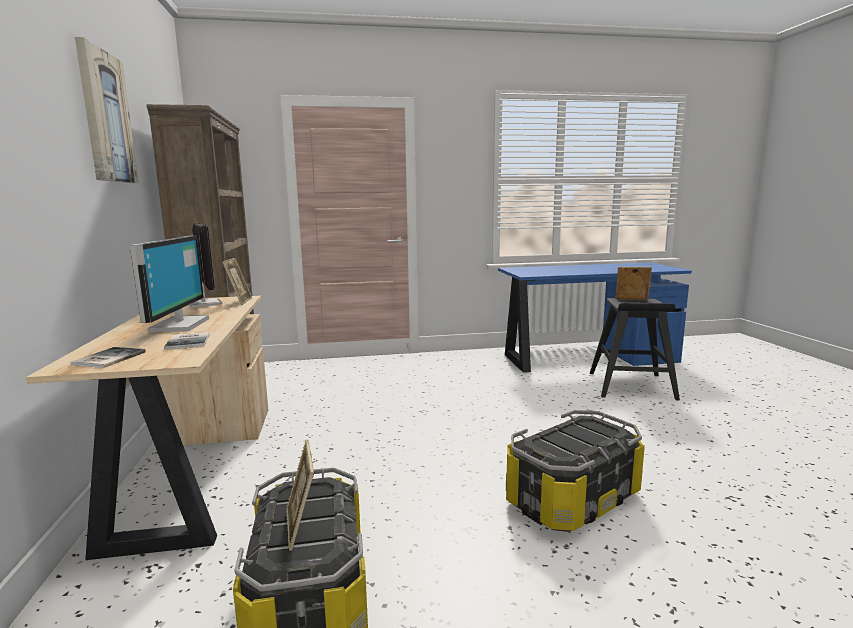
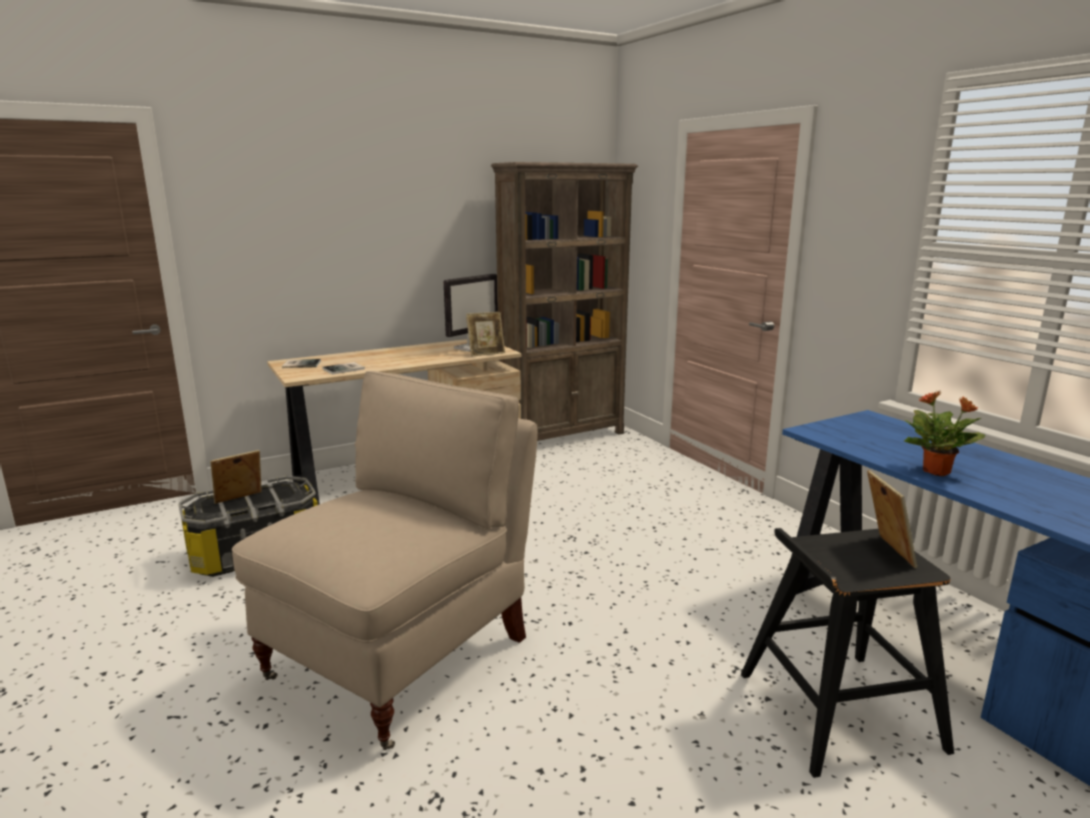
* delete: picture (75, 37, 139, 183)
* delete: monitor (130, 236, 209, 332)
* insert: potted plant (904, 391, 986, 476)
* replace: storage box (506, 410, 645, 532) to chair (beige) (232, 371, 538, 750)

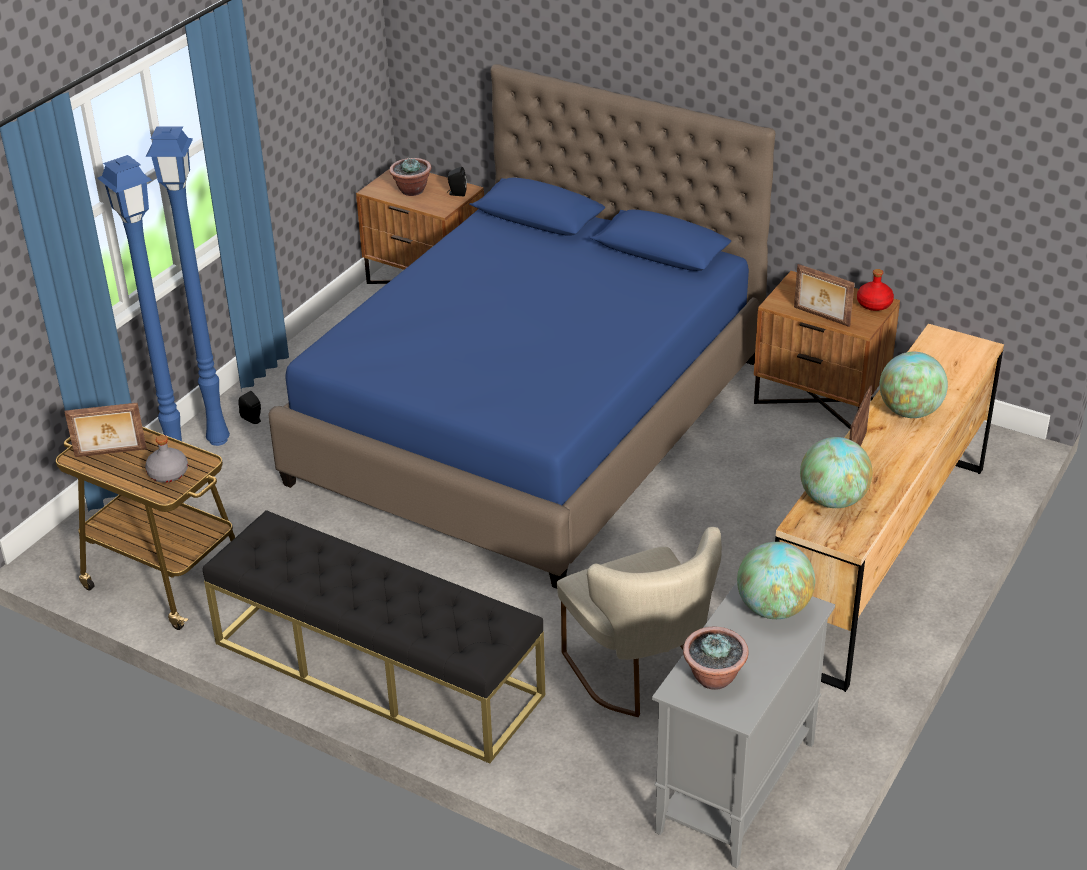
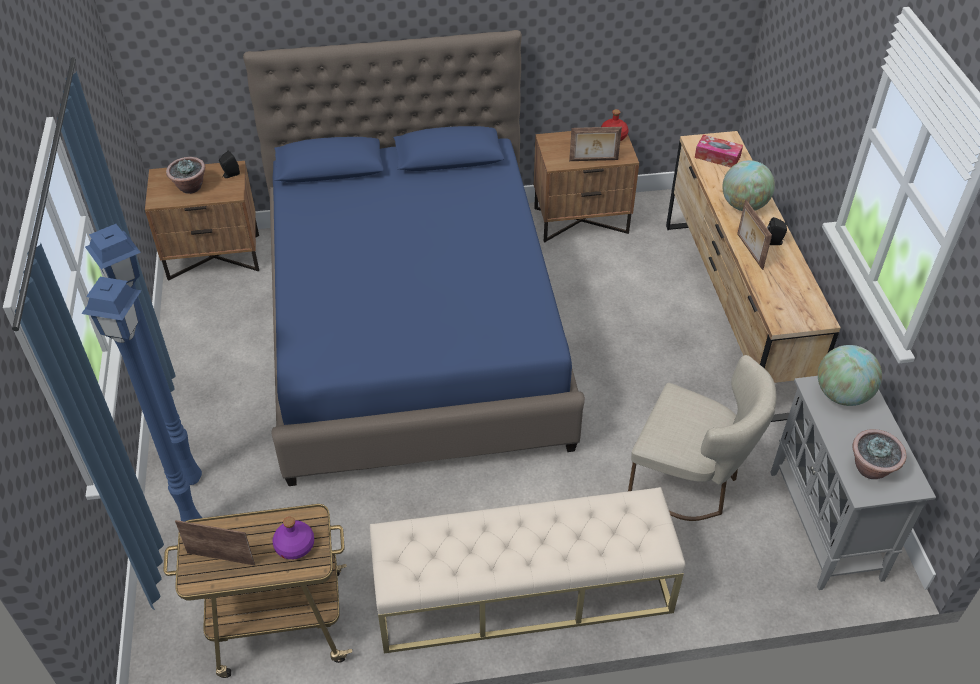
* delete: globe (800, 437, 872, 508)
* insert: tissue box (695, 134, 743, 168)
* move: speaker (black) (238, 391, 261, 424) to (767, 217, 787, 245)
* recolor: bottle (grey) (145, 435, 188, 483) to bottle (purple) (273, 517, 314, 559)
* recolor: bench (black) (203, 510, 545, 764) to bench (beige) (370, 487, 685, 654)
* rotate: picture frame (64, 403, 147, 457) = (175, 520, 255, 566) 120 degrees counterclockwise

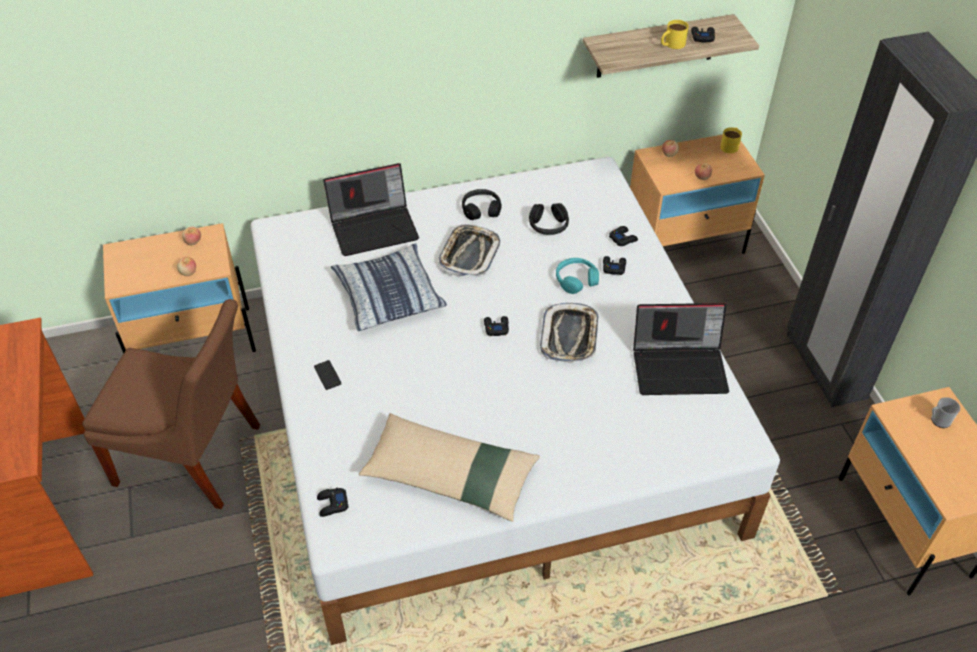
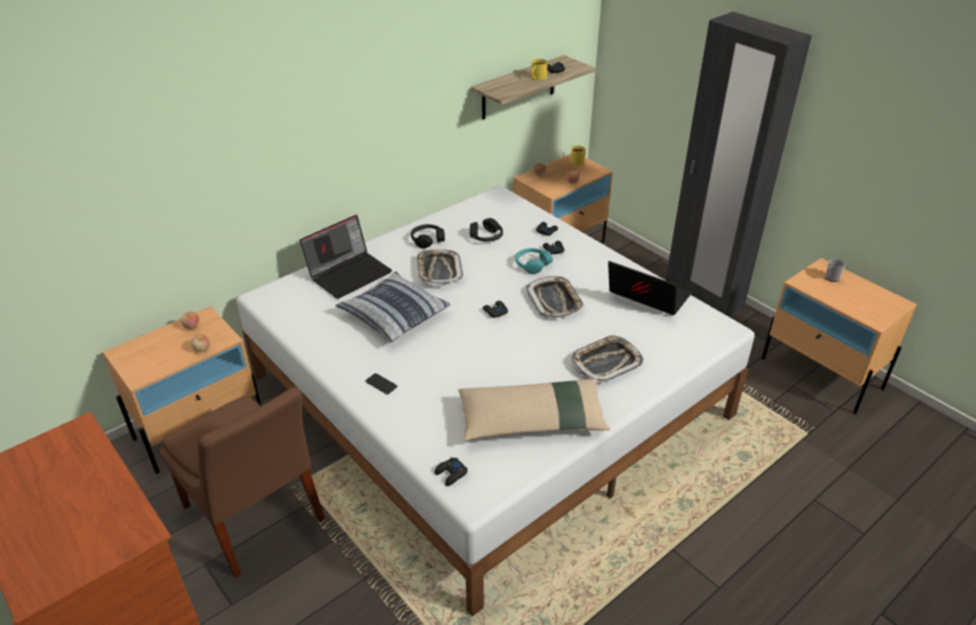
* insert: tray (571, 334, 644, 383)
* rotate: chair (brown) (82, 299, 260, 509) = (160, 387, 325, 578) 60 degrees clockwise
* rotate: laptop (633, 303, 729, 395) = (608, 261, 692, 315) 120 degrees counterclockwise

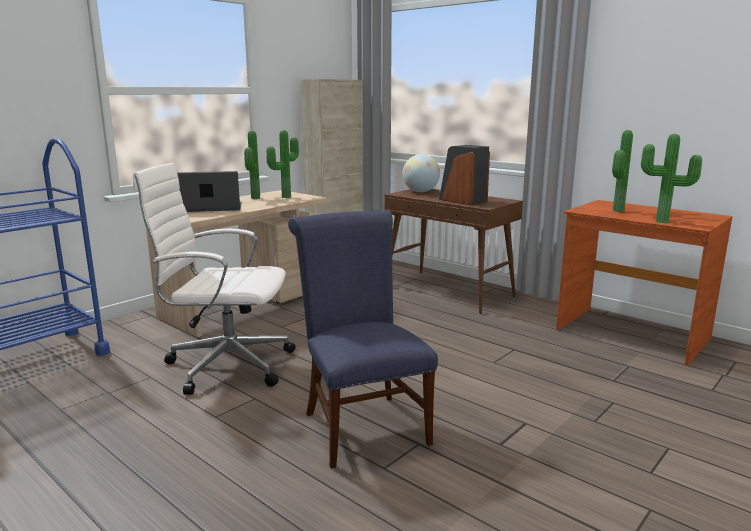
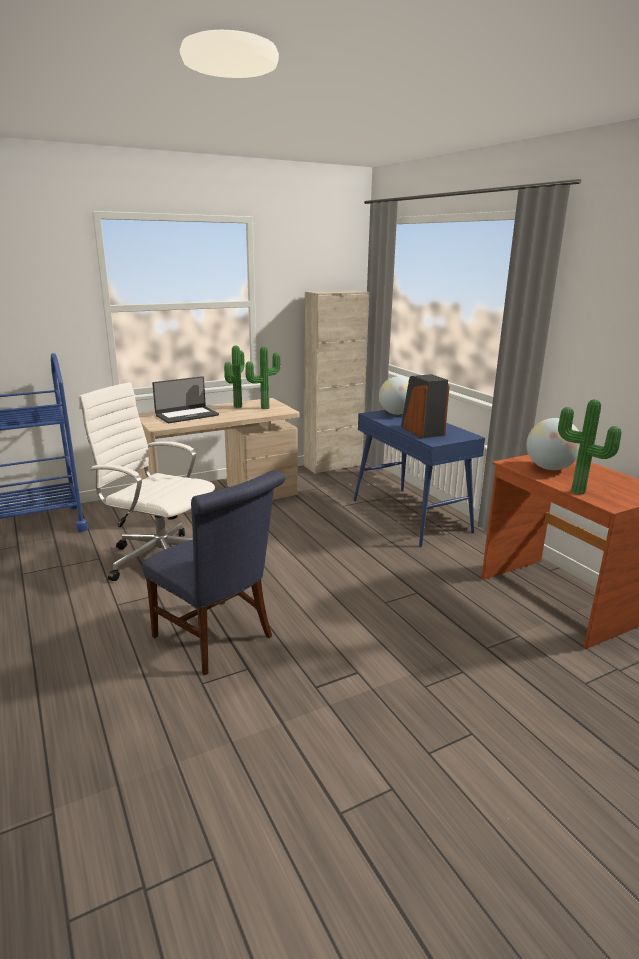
* replace: potted plant (612, 130, 633, 212) to globe (527, 418, 580, 470)
* recolor: console table (brown) (385, 189, 523, 314) to console table (blue) (354, 410, 485, 547)
* rotate: laptop (177, 171, 241, 212) = (152, 376, 219, 423) 135 degrees clockwise
* rotate: chair (blue) (288, 210, 438, 469) = (142, 470, 285, 675) 135 degrees clockwise

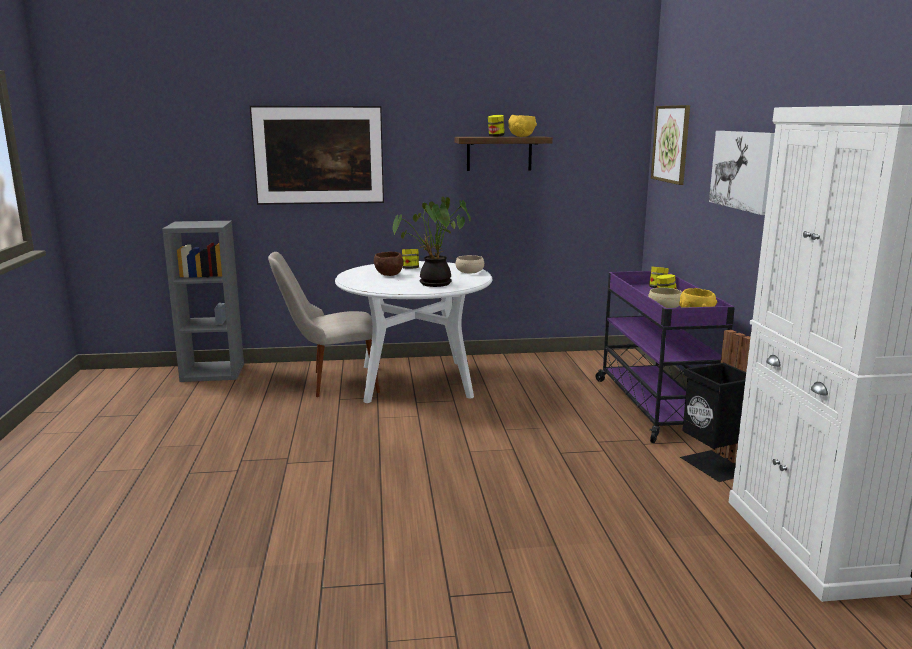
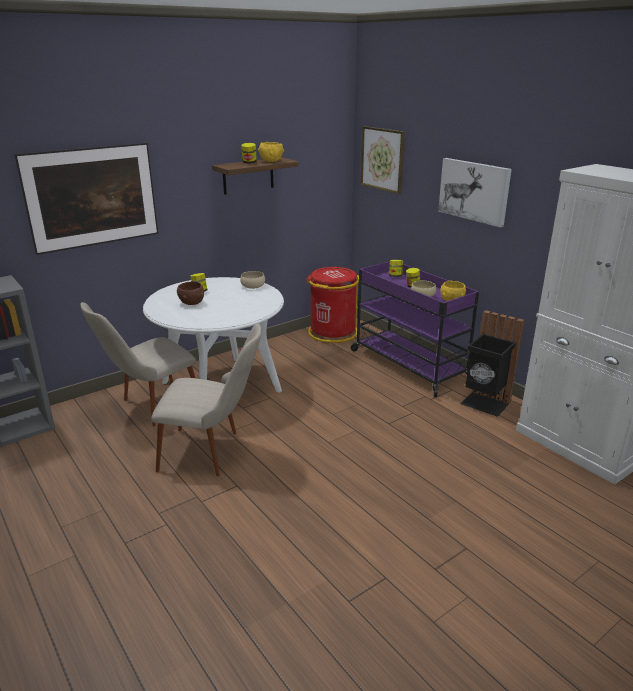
* delete: potted plant (393, 197, 471, 287)
* insert: chair (beige) (151, 324, 261, 476)
* insert: trash can (red) (306, 267, 359, 343)

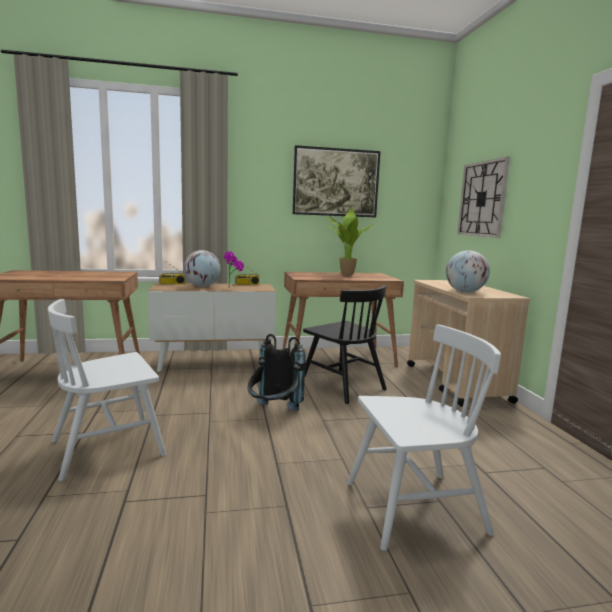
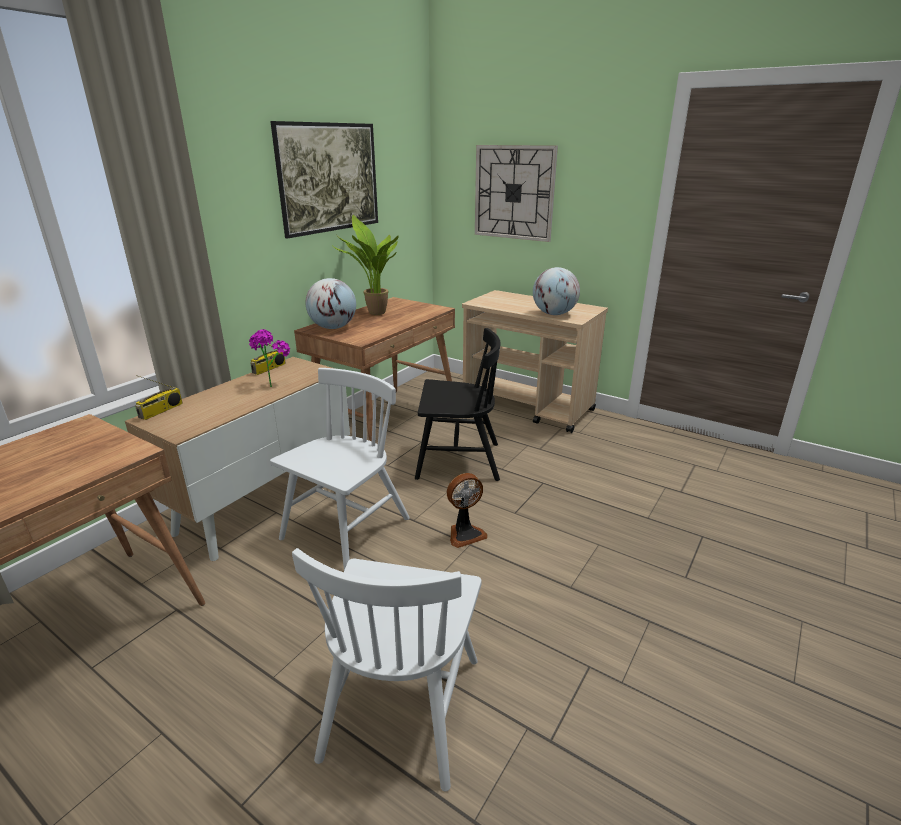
* move: globe (184, 250, 221, 287) to (306, 278, 356, 329)
* move: chair (white) (347, 324, 501, 551) to (270, 368, 410, 570)
* replace: backpack (black) (248, 334, 306, 411) to fan (447, 473, 488, 548)

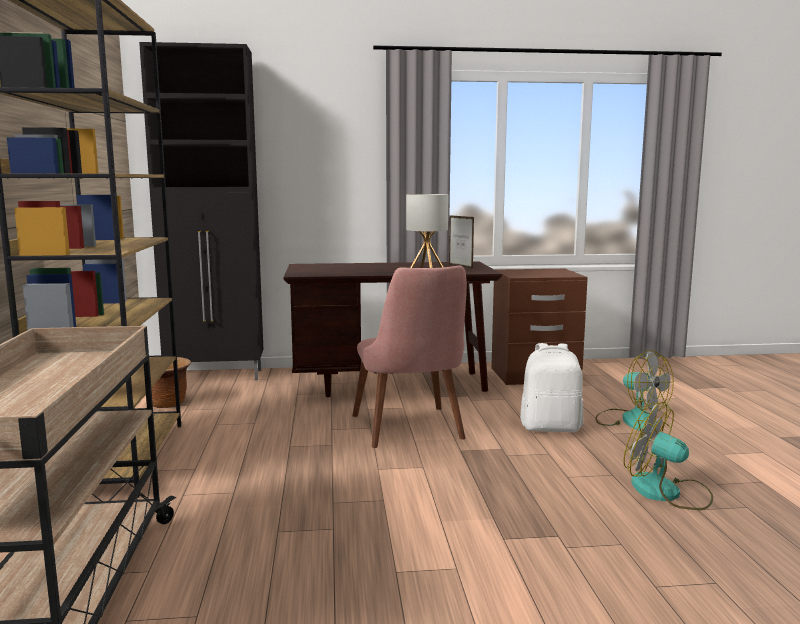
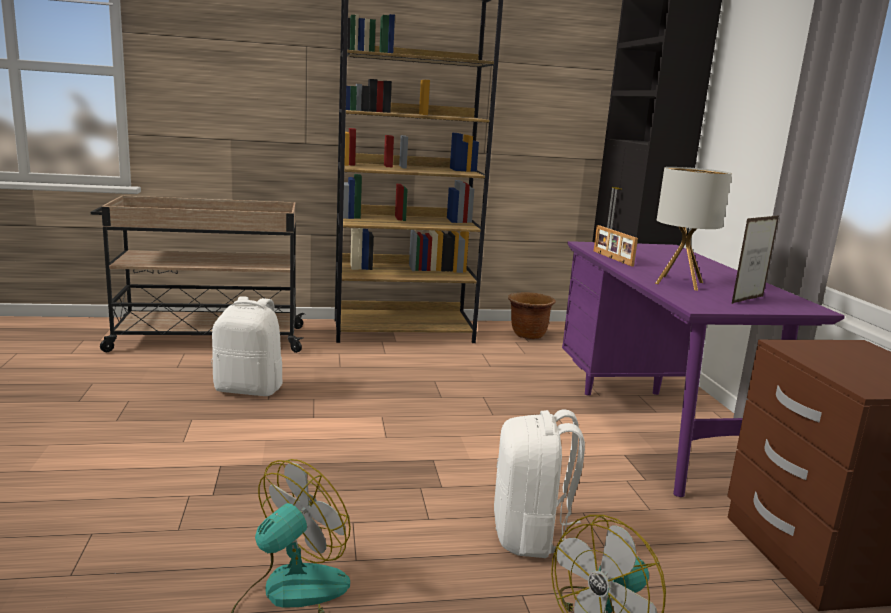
* delete: chair (pink) (352, 265, 467, 448)
* insert: backpack (white) (212, 296, 283, 396)
* insert: picture frame (594, 225, 638, 267)
* recolor: desk (brown) (283, 262, 502, 397) to desk (purple) (562, 241, 845, 497)

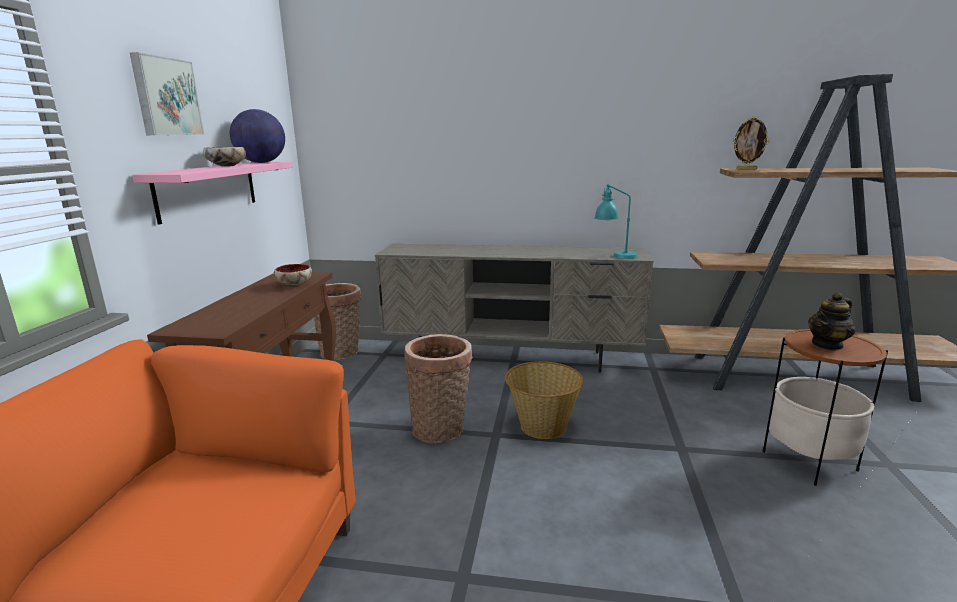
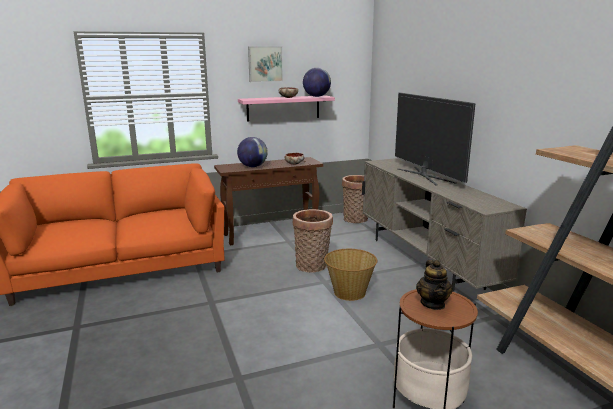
* delete: table lamp (turquoise) (594, 184, 638, 259)
* delete: picture frame (732, 116, 770, 170)
* insert: globe (237, 137, 268, 167)
* insert: television (395, 92, 476, 186)
* rotate: teapot (808, 292, 855, 351) = (416, 260, 453, 310) 120 degrees counterclockwise

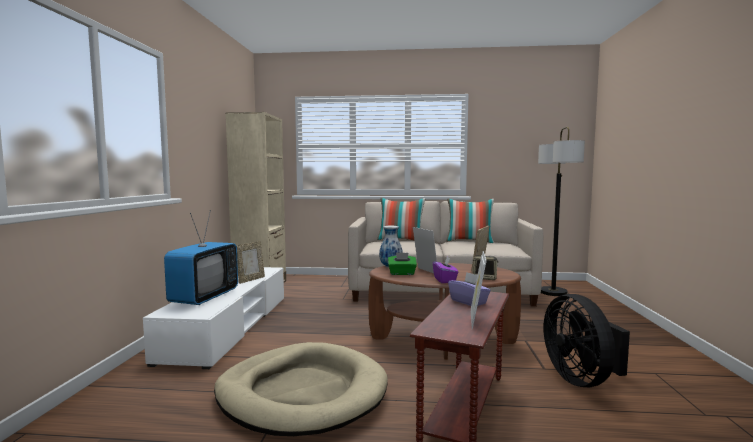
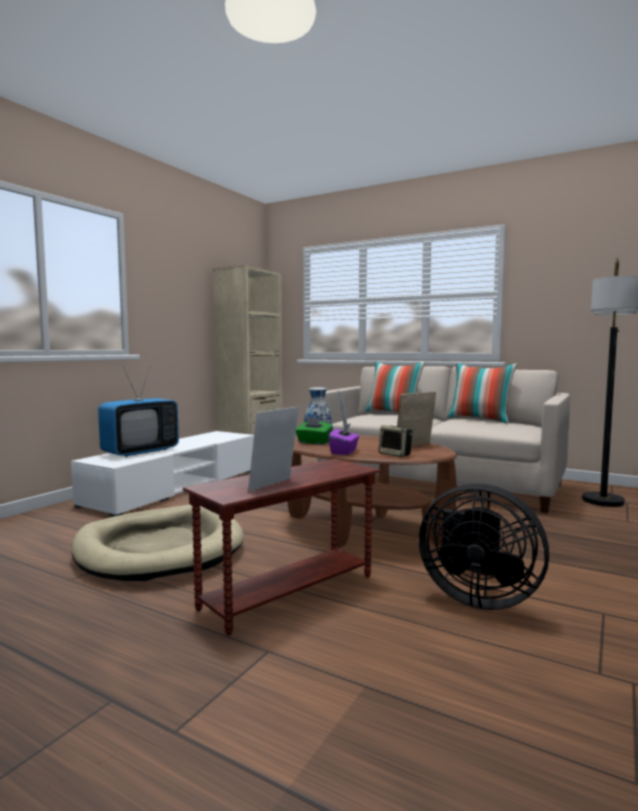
* delete: picture frame (236, 241, 265, 284)
* delete: tissue box (purple) (448, 272, 491, 306)
* rotate: fan (black) (544, 294, 630, 387) = (419, 484, 549, 610) 75 degrees counterclockwise

